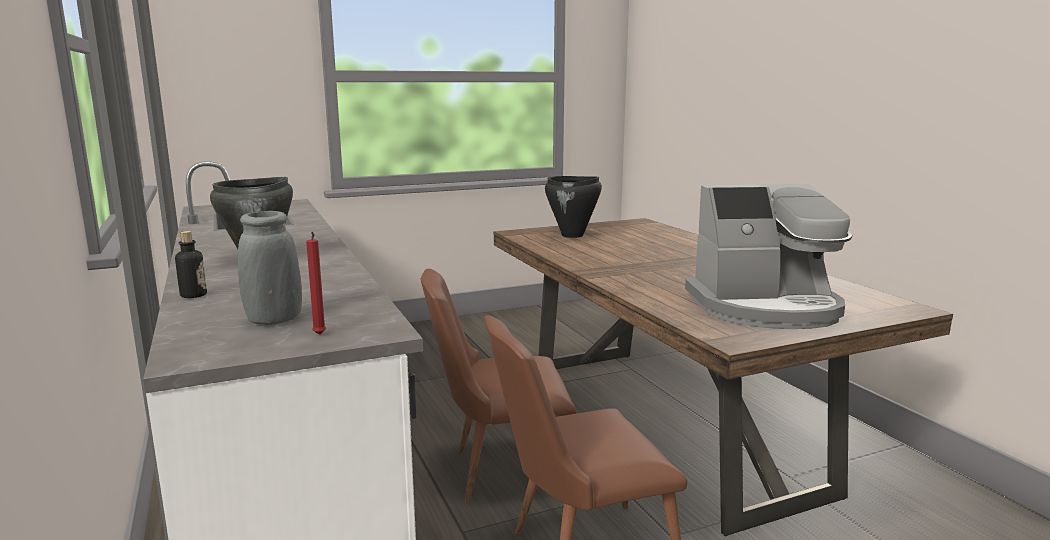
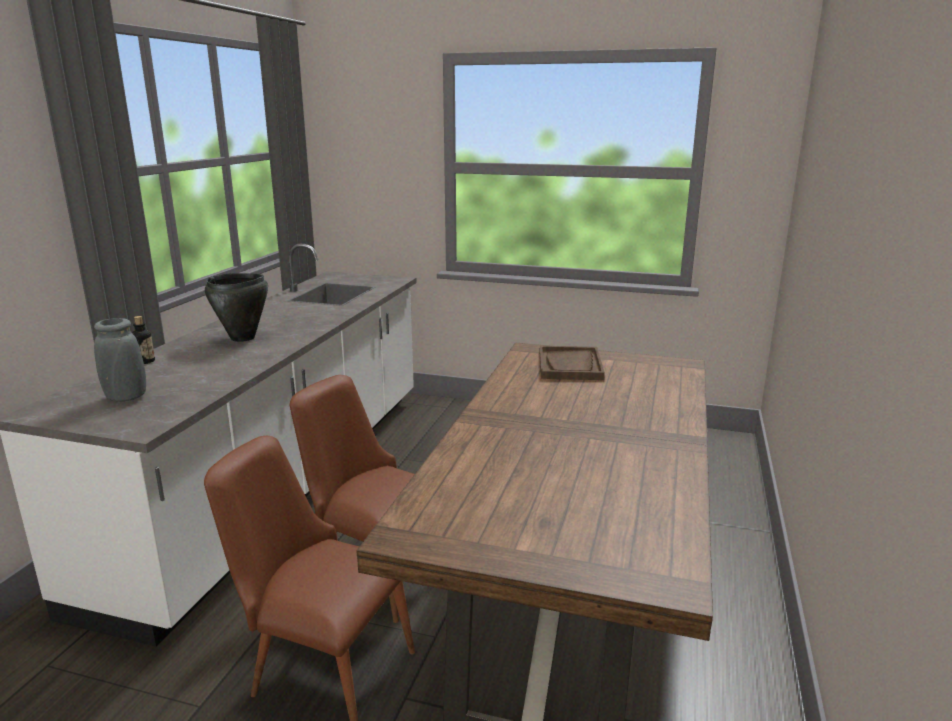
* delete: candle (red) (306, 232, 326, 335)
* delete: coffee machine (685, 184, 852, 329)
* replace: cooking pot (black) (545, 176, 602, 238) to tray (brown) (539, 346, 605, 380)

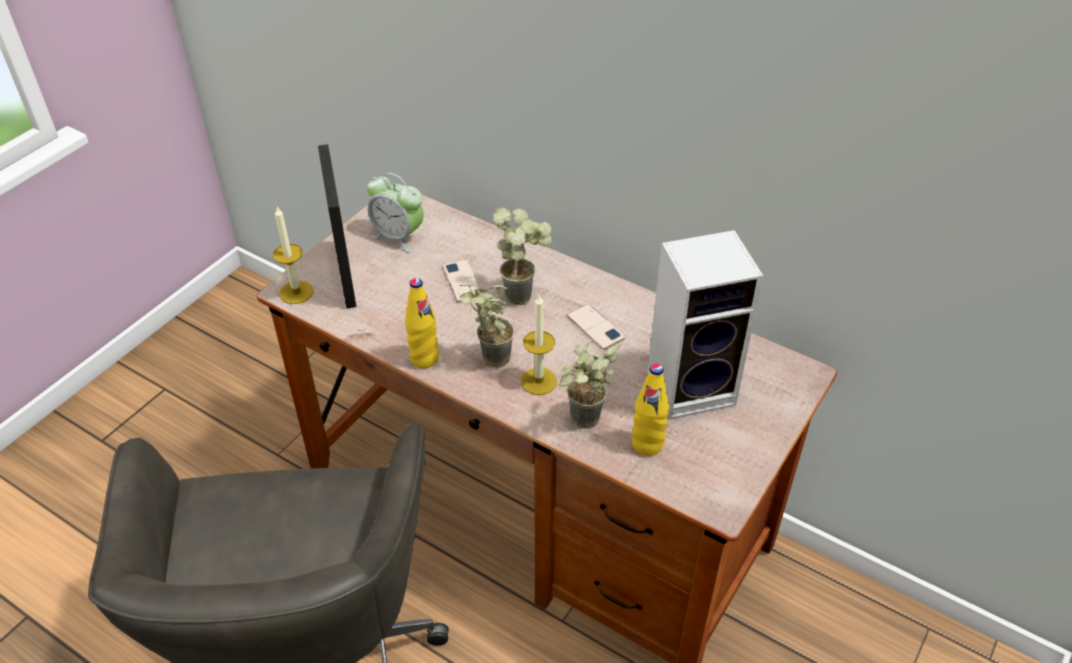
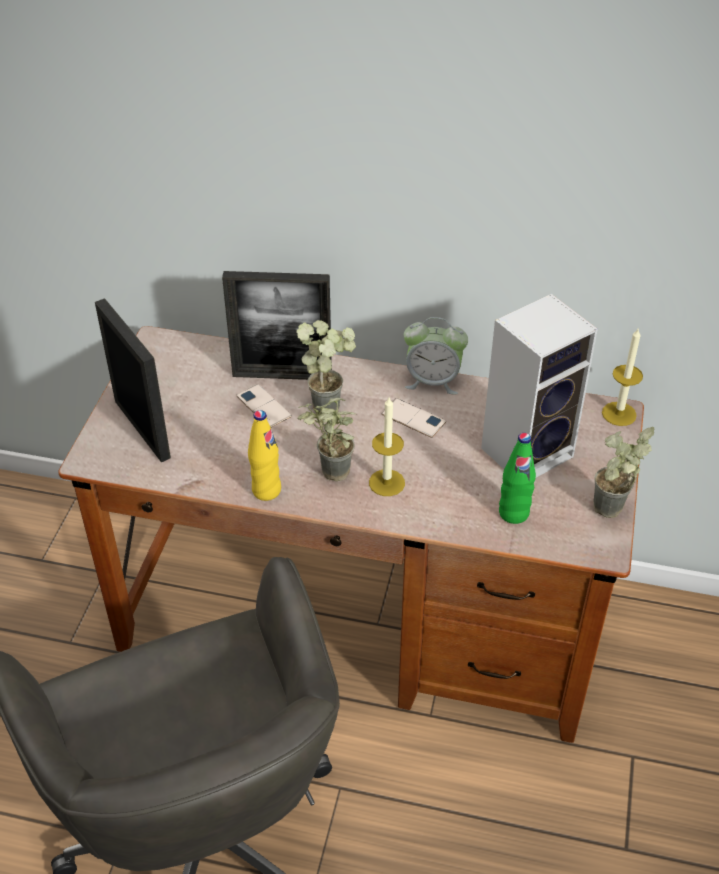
* insert: picture frame (222, 271, 332, 380)
* move: candle (273, 207, 313, 304) to (602, 327, 643, 426)
* move: alarm clock (367, 173, 424, 253) to (404, 317, 468, 395)
* move: potted plant (559, 341, 622, 429) to (594, 427, 654, 518)
* recolor: bottle (yellow) (632, 363, 669, 456) to bottle (green) (499, 433, 536, 524)

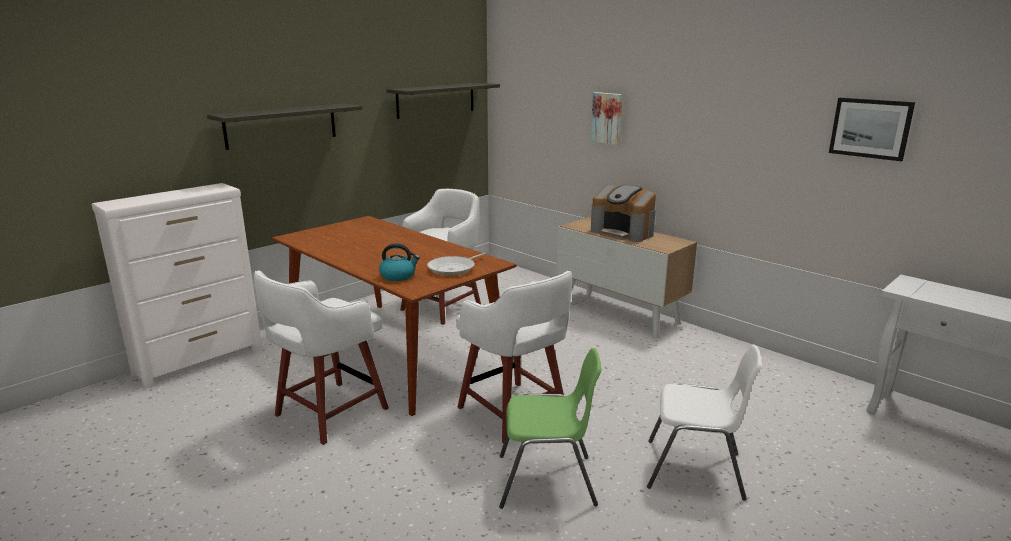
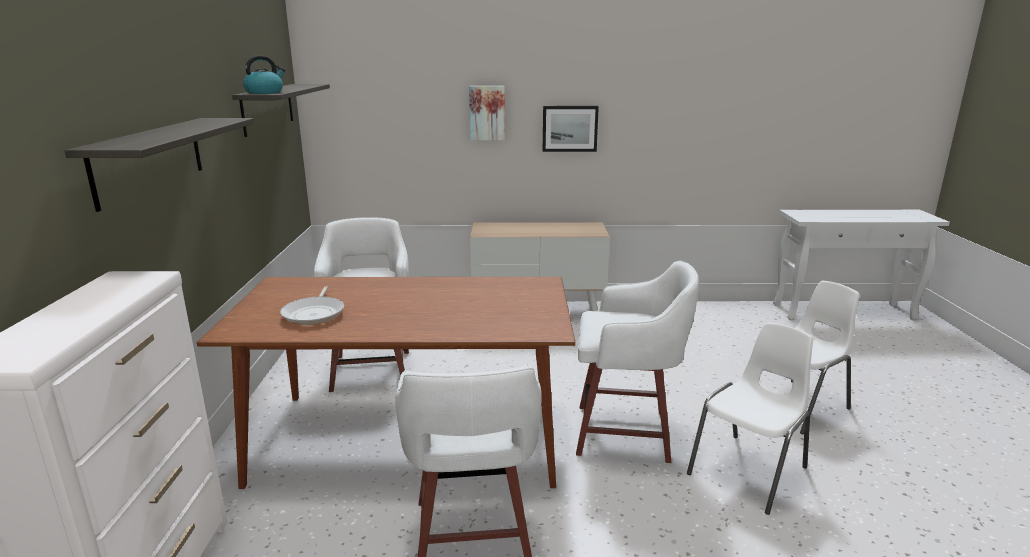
* delete: coffee machine (591, 185, 656, 242)
* move: kettle (379, 243, 420, 281) to (243, 55, 285, 94)
* move: frying pan (427, 253, 486, 276) to (280, 286, 344, 325)
* move: picture (829, 98, 915, 161) to (543, 106, 599, 152)
* recolor: chair (green) (499, 348, 602, 509) to chair (white) (687, 322, 813, 515)

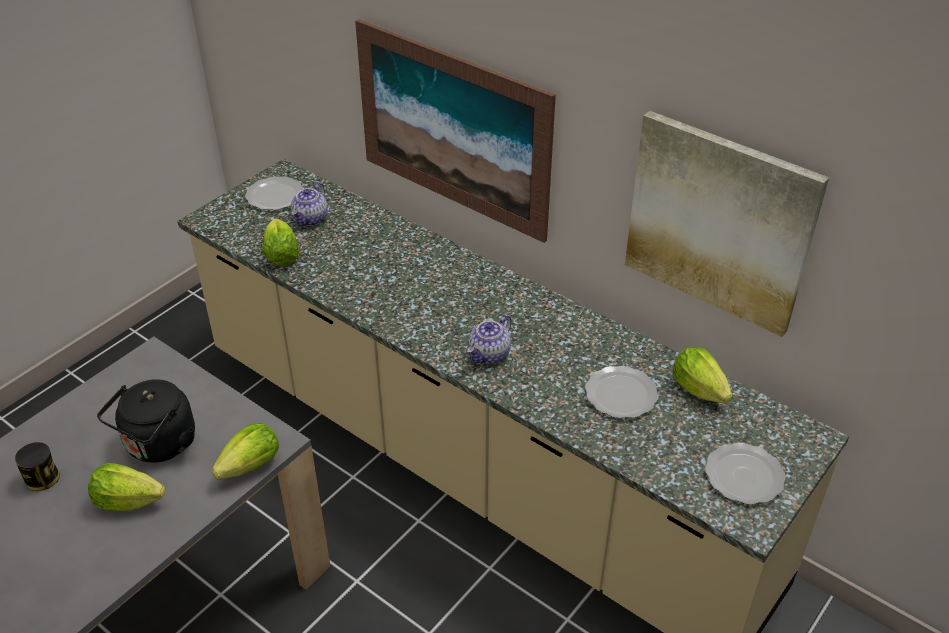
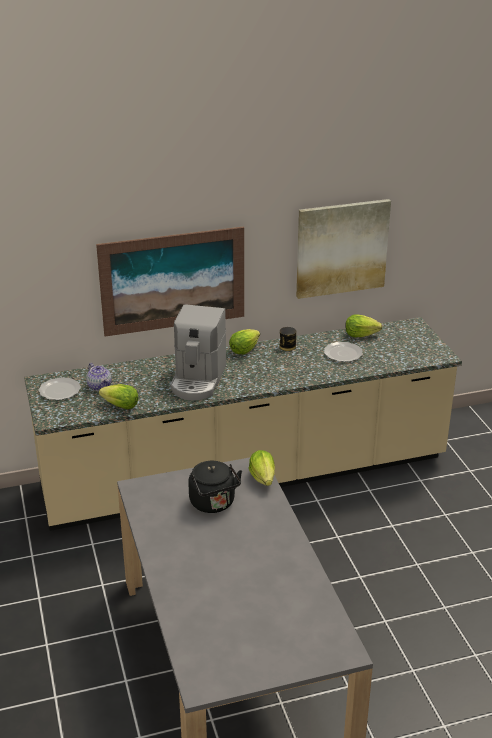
* delete: teapot (467, 314, 511, 364)
* delete: plate (705, 443, 786, 505)
* insert: coffee machine (170, 305, 226, 400)
* move: can (15, 442, 60, 491) to (279, 327, 296, 351)
* move: lettuce (88, 463, 165, 511) to (229, 329, 260, 354)

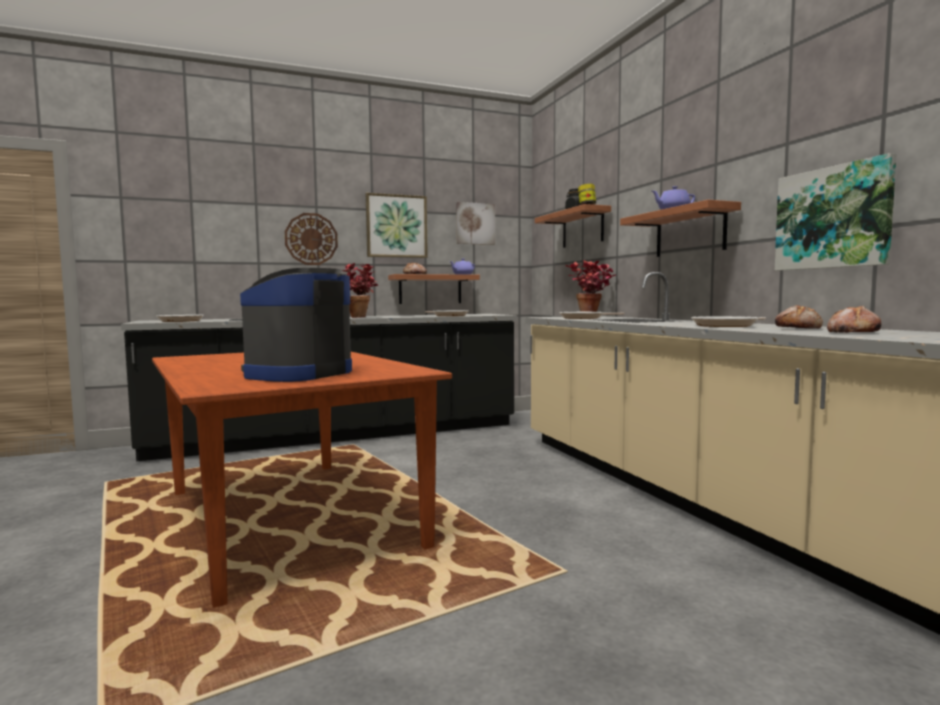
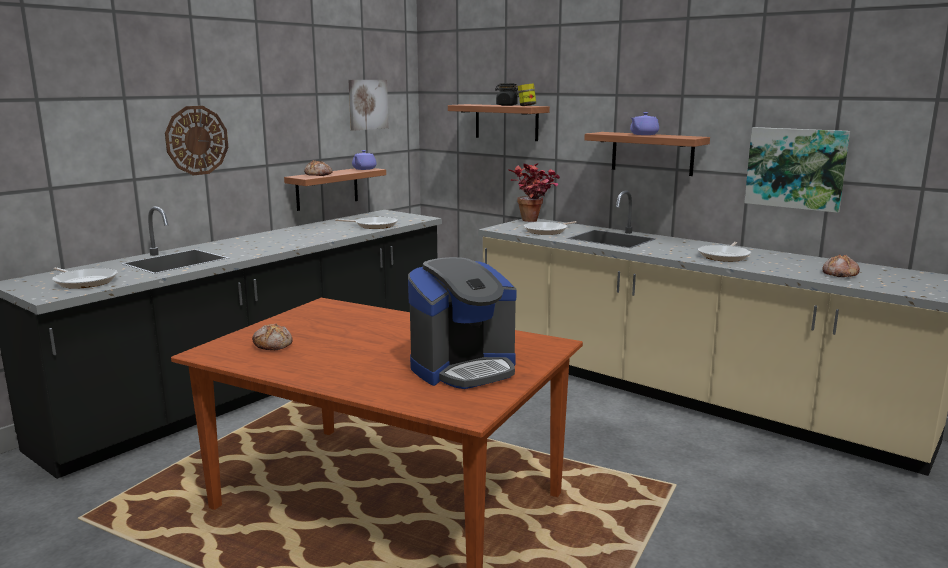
* delete: potted plant (342, 263, 378, 318)
* delete: picture (366, 193, 428, 258)
* move: bread (775, 305, 823, 329) to (252, 324, 293, 350)
* rotate: coffee machine (240, 268, 352, 382) = (408, 257, 516, 389) 120 degrees counterclockwise

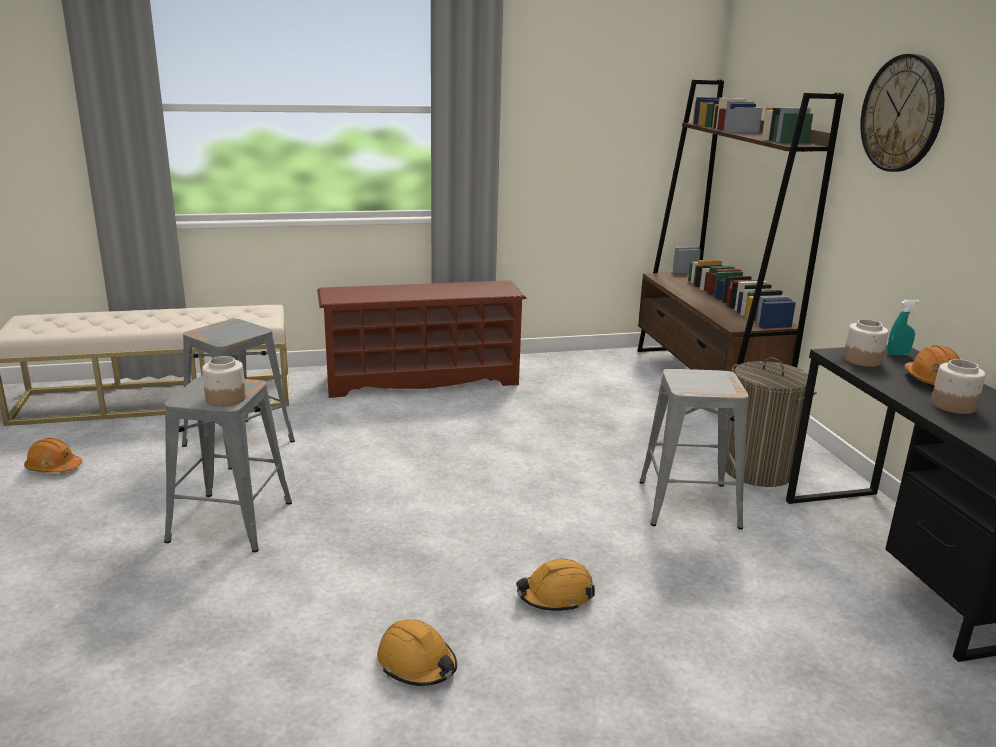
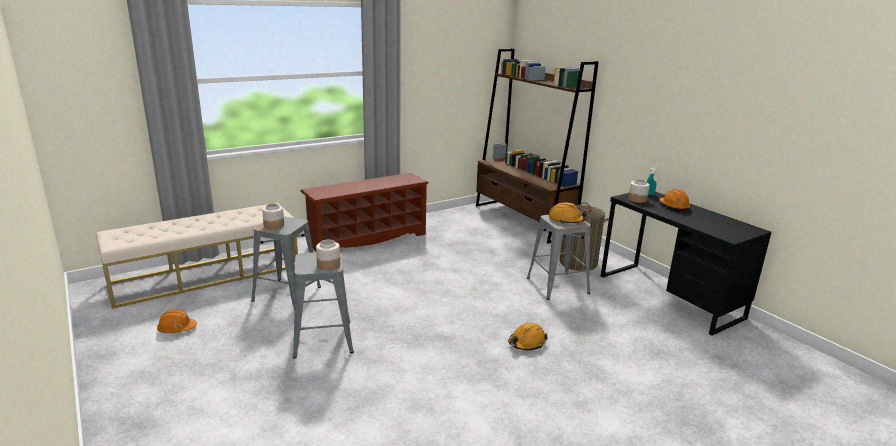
* delete: wall clock (860, 54, 944, 172)
* move: hard hat (orange) (377, 619, 457, 686) to (549, 203, 588, 224)
* move: jar (931, 359, 986, 414) to (262, 203, 284, 229)

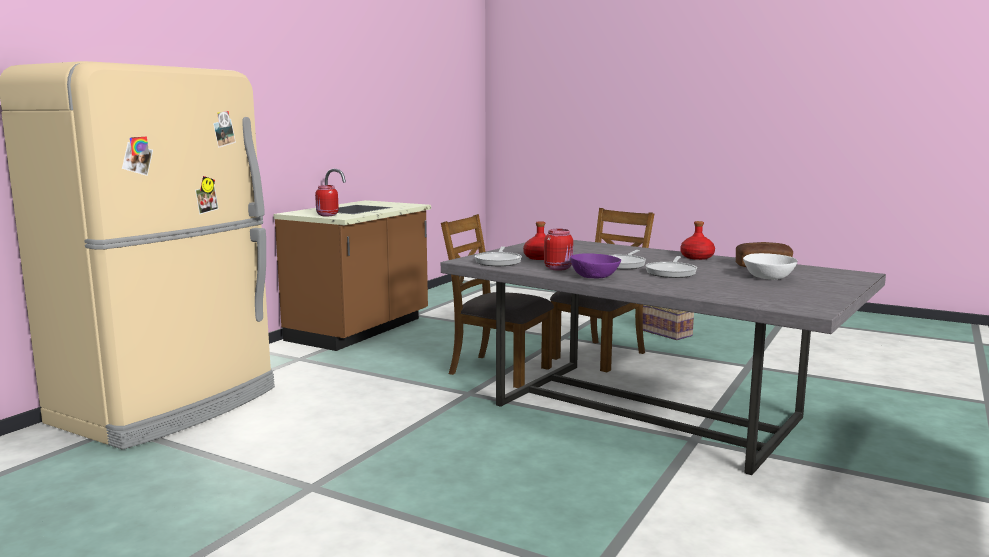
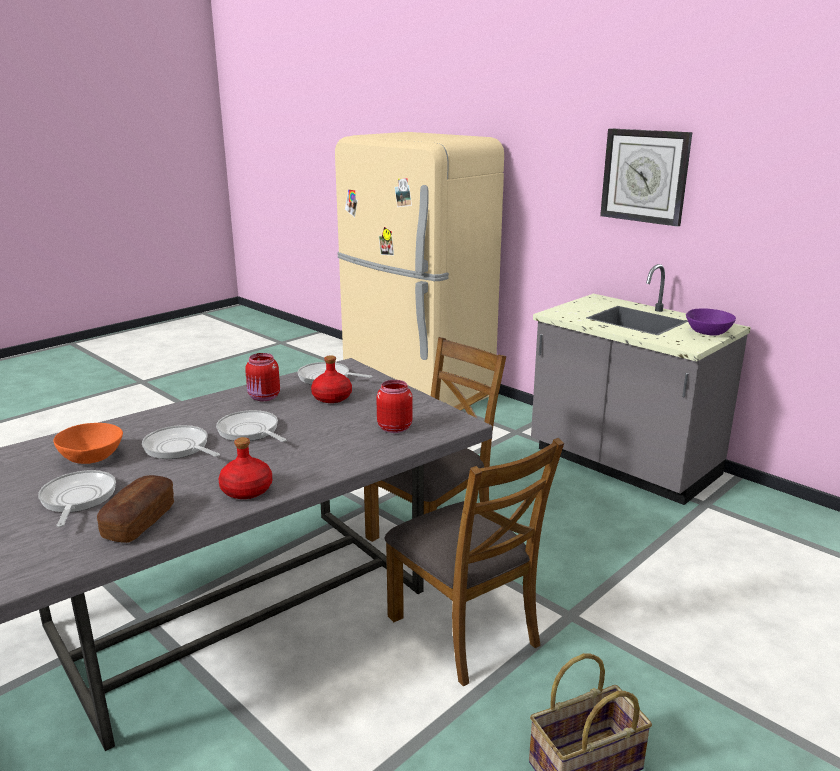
* insert: bowl (orange) (53, 423, 123, 464)
* insert: wall clock (600, 128, 692, 227)
* move: jar (red) (315, 185, 339, 216) to (376, 380, 413, 433)
* move: bowl (purple) (570, 253, 621, 278) to (686, 308, 736, 336)
* replace: bowl (white) (743, 253, 798, 280) to frying pan (38, 470, 116, 527)
* recolor: counter (brown) (273, 169, 431, 351) to counter (grey) (531, 264, 751, 505)

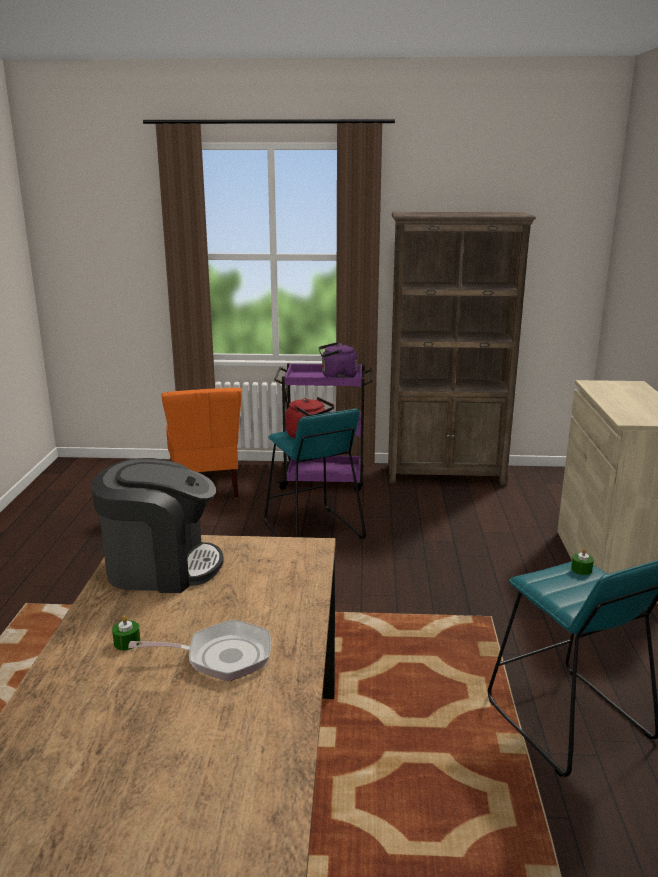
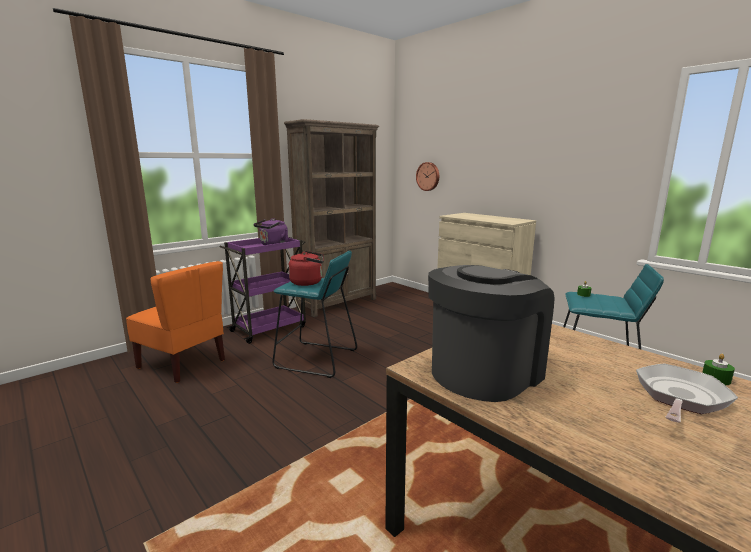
* insert: wall clock (416, 162, 439, 191)
* move: candle (green) (112, 616, 141, 650) to (702, 354, 735, 385)

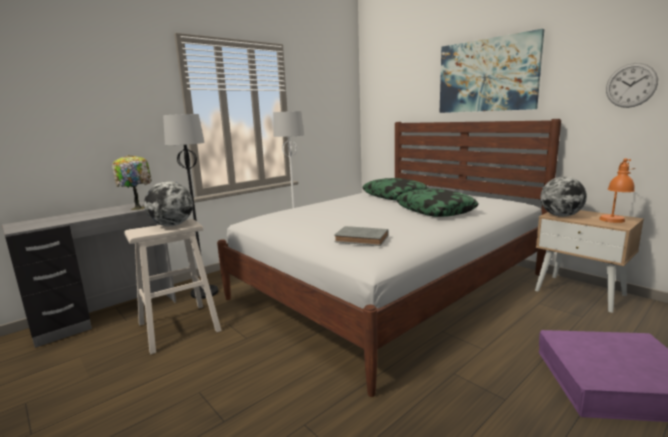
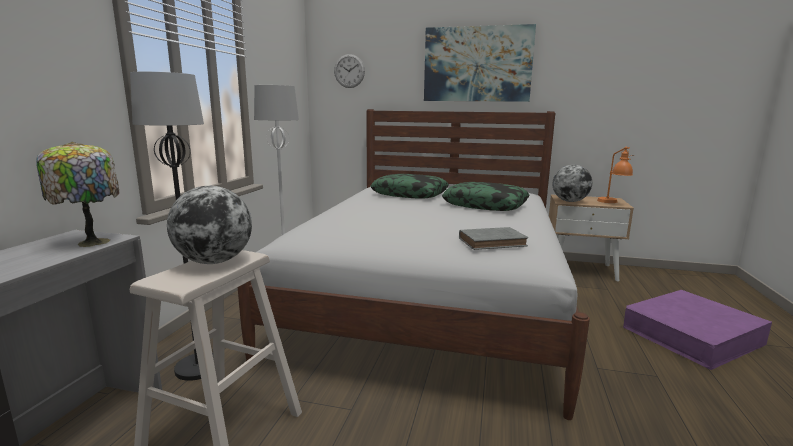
* move: wall clock (606, 63, 658, 108) to (334, 54, 365, 88)

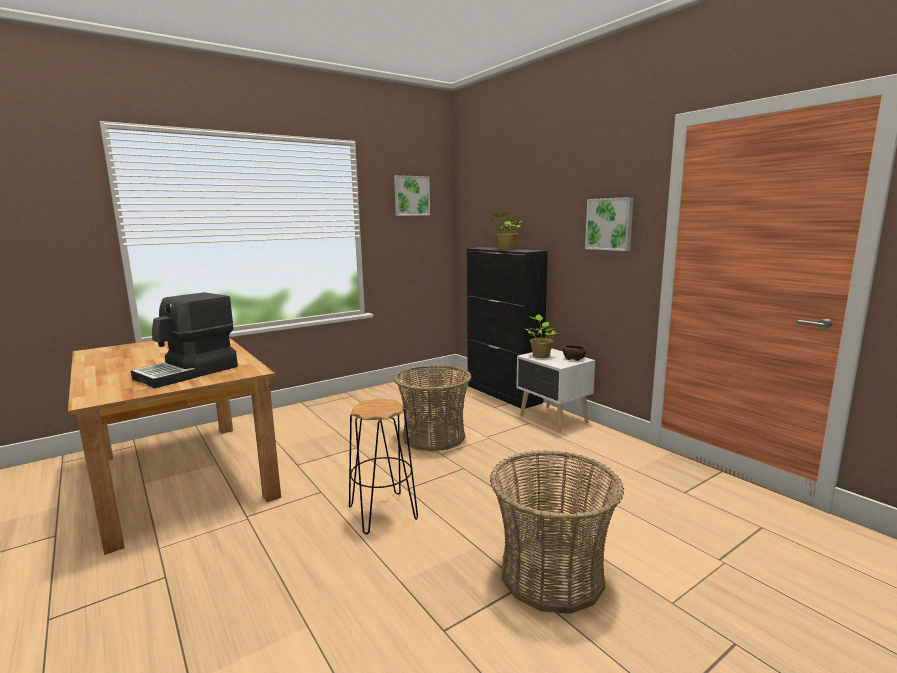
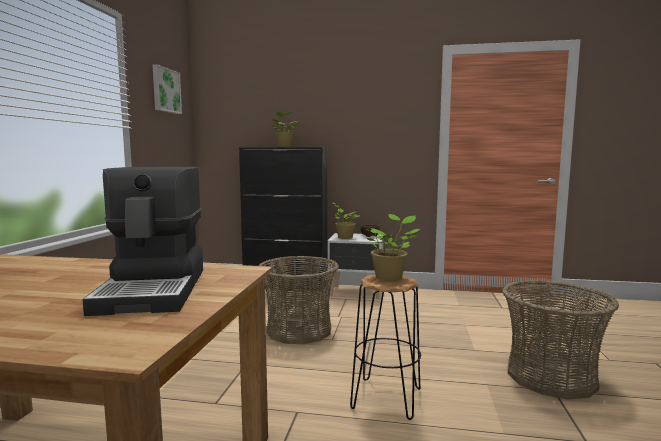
* delete: picture (585, 197, 634, 251)
* insert: potted plant (367, 214, 420, 281)

